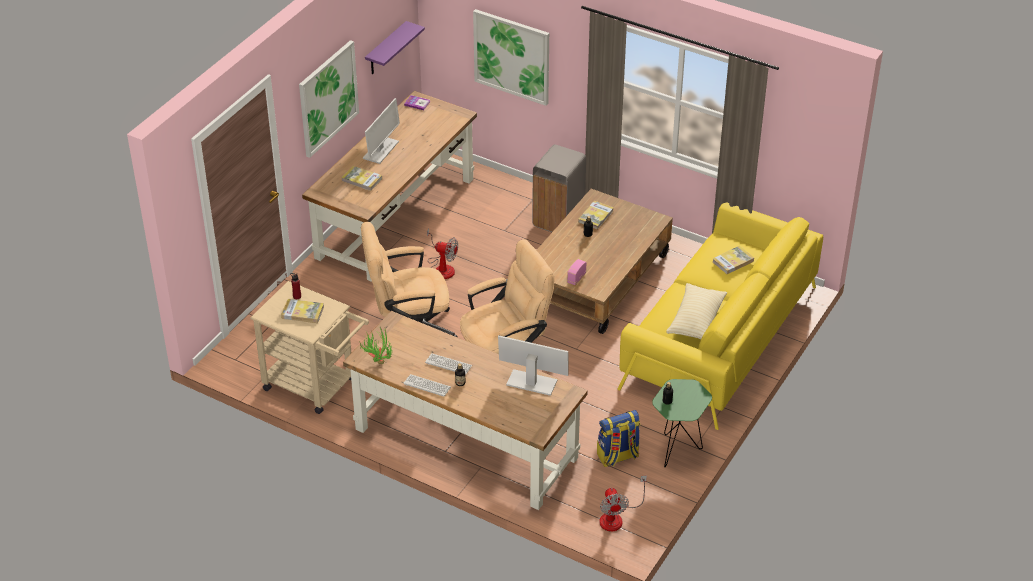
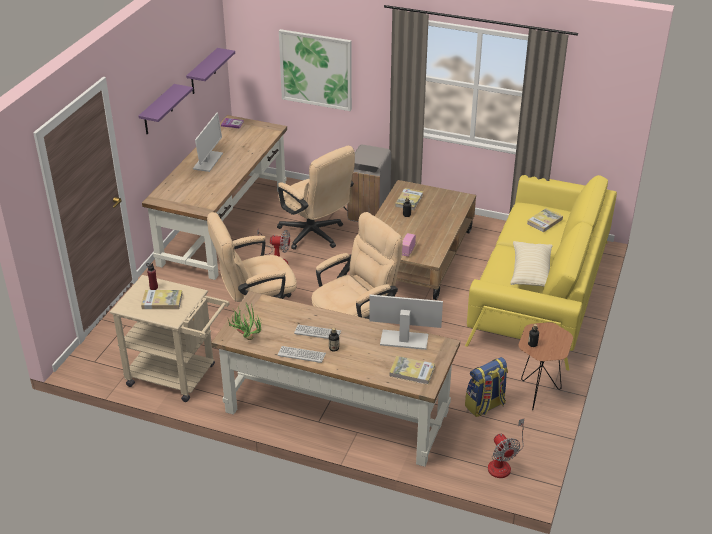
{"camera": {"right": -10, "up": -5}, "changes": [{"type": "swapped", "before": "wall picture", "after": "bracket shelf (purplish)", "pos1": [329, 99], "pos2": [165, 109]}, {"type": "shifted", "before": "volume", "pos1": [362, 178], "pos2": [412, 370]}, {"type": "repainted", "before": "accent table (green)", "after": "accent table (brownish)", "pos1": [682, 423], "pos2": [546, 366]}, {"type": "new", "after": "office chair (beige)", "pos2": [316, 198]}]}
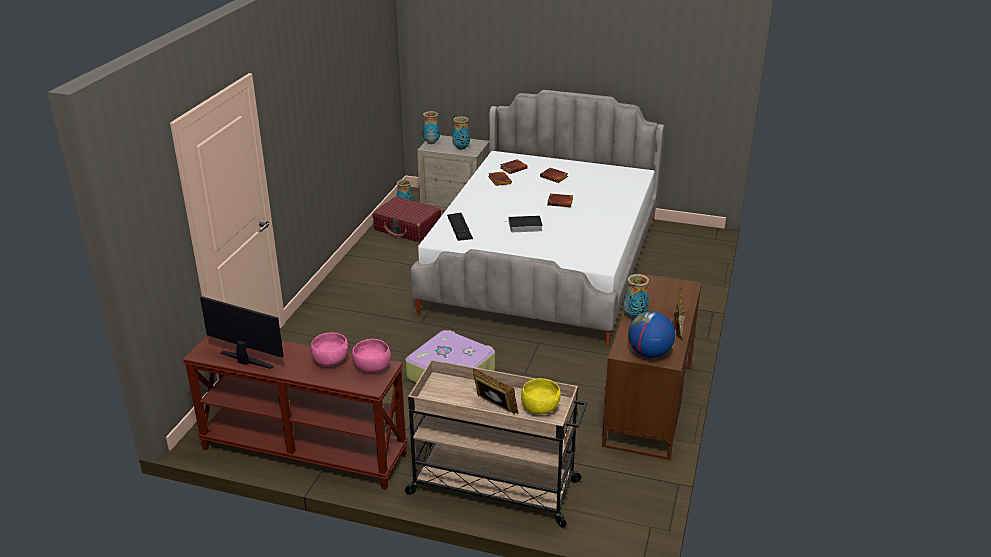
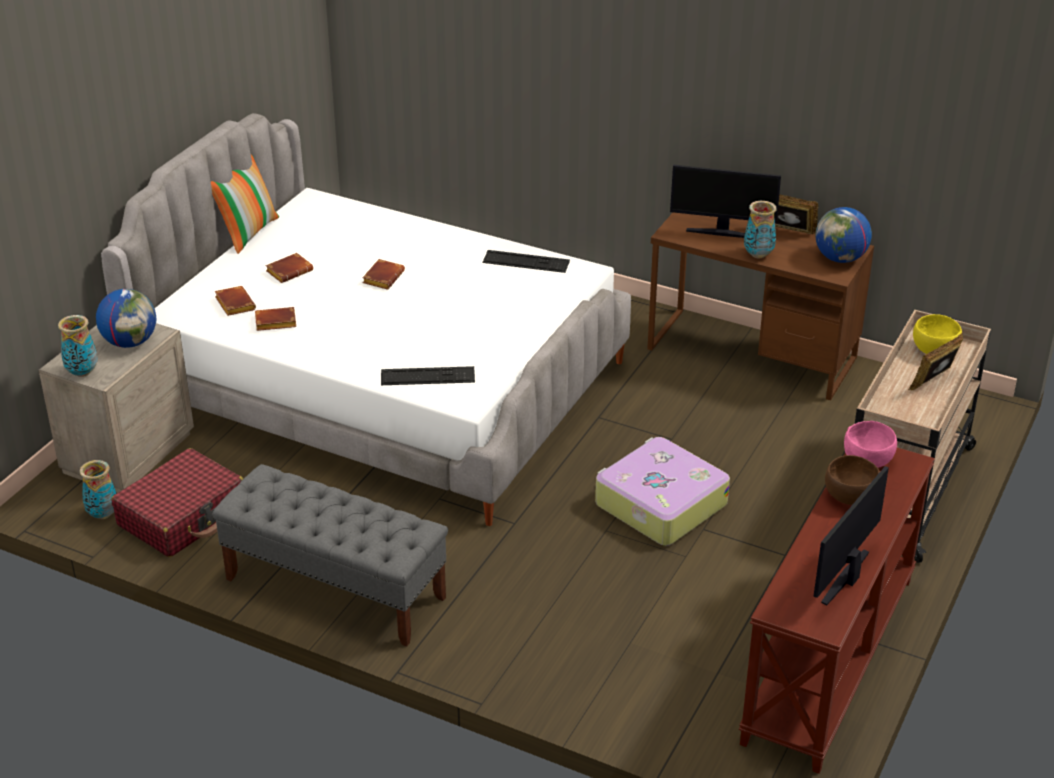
{"camera": {"right": -80, "up": 5}, "changes": [{"type": "repainted", "before": "bowl (pink)", "after": "bowl (brownish)", "pos1": [329, 349], "pos2": [852, 480]}, {"type": "swapped", "before": "vase", "after": "world globe", "pos1": [461, 133], "pos2": [126, 318]}, {"type": "gone", "before": "volume", "pos1": [524, 223]}, {"type": "new", "after": "throw pillow", "pos2": [245, 204]}, {"type": "new", "after": "indoor bench (grey)", "pos2": [330, 555]}, {"type": "new", "after": "PC keyboard", "pos2": [526, 261]}, {"type": "new", "after": "computer screen", "pos2": [725, 201]}]}
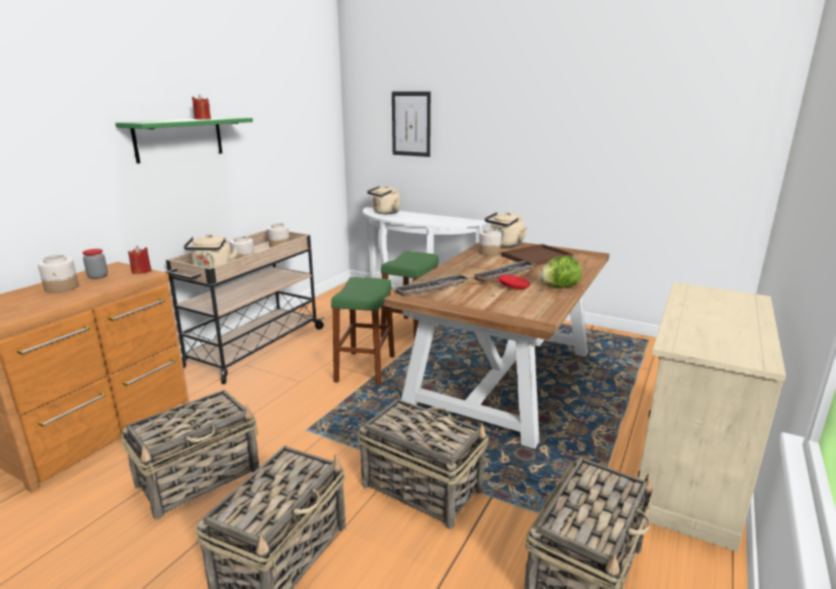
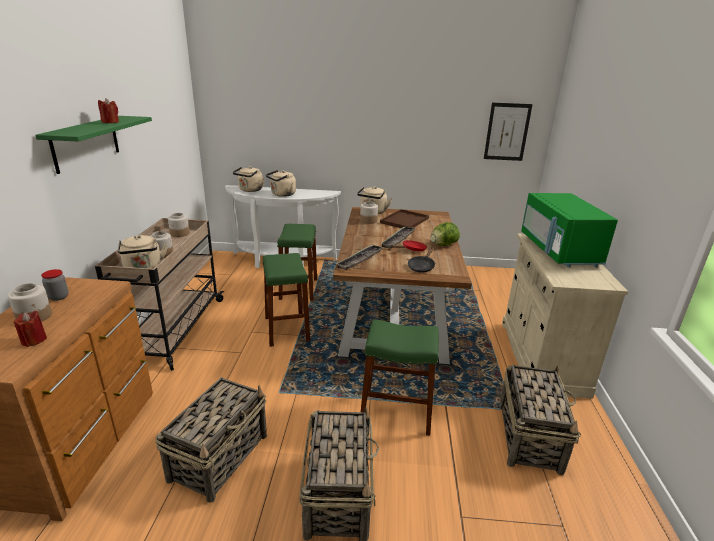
{"camera": {"right": -25, "up": 5}, "changes": [{"type": "shifted", "before": "candle (reddish)", "pos1": [139, 260], "pos2": [30, 329]}, {"type": "swapped", "before": "basket", "after": "sitting stool (green)", "pos1": [423, 460], "pos2": [400, 377]}, {"type": "shifted", "before": "wall picture", "pos1": [411, 124], "pos2": [508, 132]}, {"type": "new", "after": "kettle (beige)", "pos2": [281, 183]}, {"type": "new", "after": "skillet (black)", "pos2": [421, 260]}, {"type": "new", "after": "kitchen microwave (green)", "pos2": [569, 230]}]}
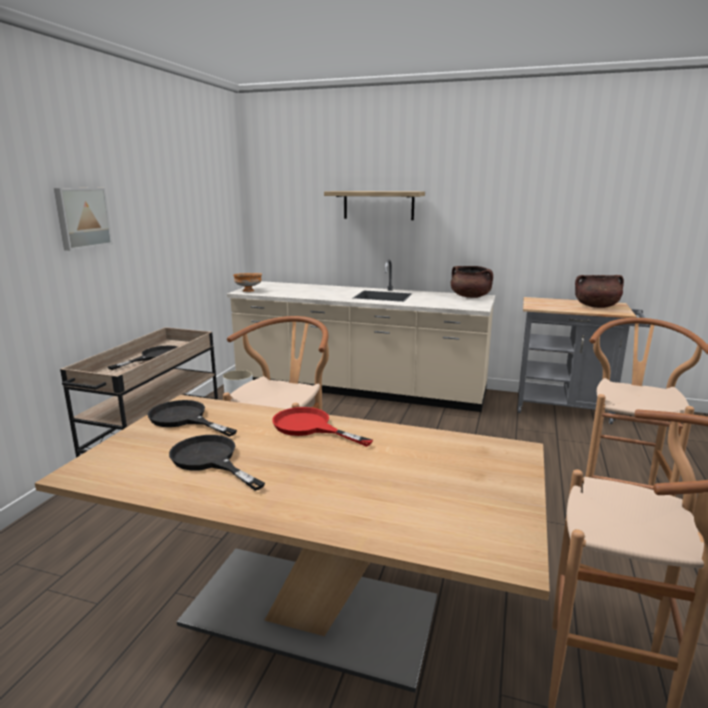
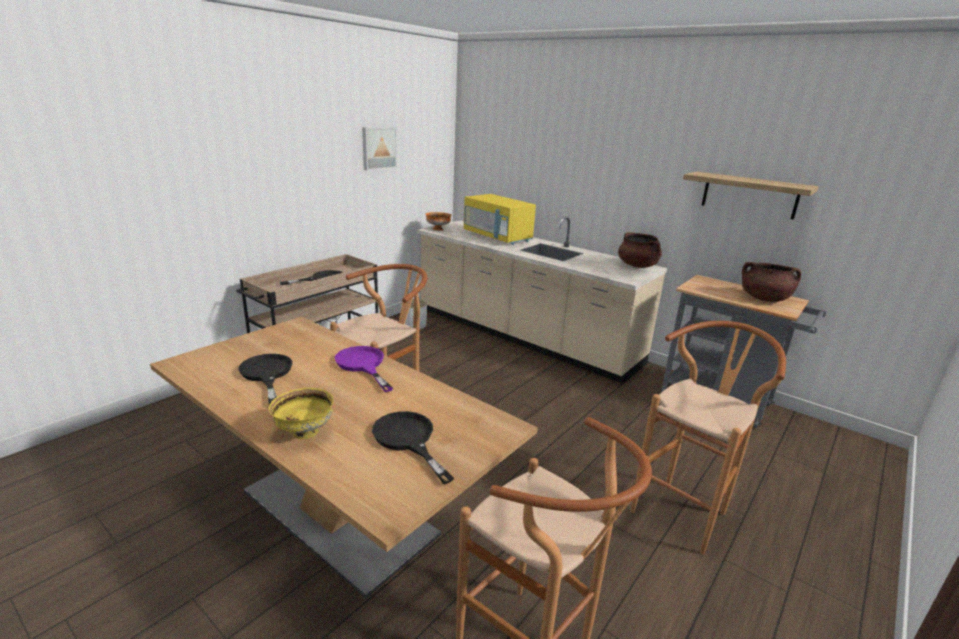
{"camera": {"right": 20, "up": 5}, "changes": [{"type": "shifted", "before": "wall picture", "pos1": [83, 219], "pos2": [379, 149]}, {"type": "shifted", "before": "skillet (black)", "pos1": [192, 418], "pos2": [413, 447]}, {"type": "repainted", "before": "skillet (reddish)", "after": "skillet (purplish)", "pos1": [322, 427], "pos2": [364, 369]}, {"type": "shifted", "before": "bracket shelf", "pos1": [374, 205], "pos2": [751, 196]}, {"type": "new", "after": "bowl (yellow)", "pos2": [301, 413]}, {"type": "new", "after": "kitchen microwave (yellow)", "pos2": [500, 219]}]}
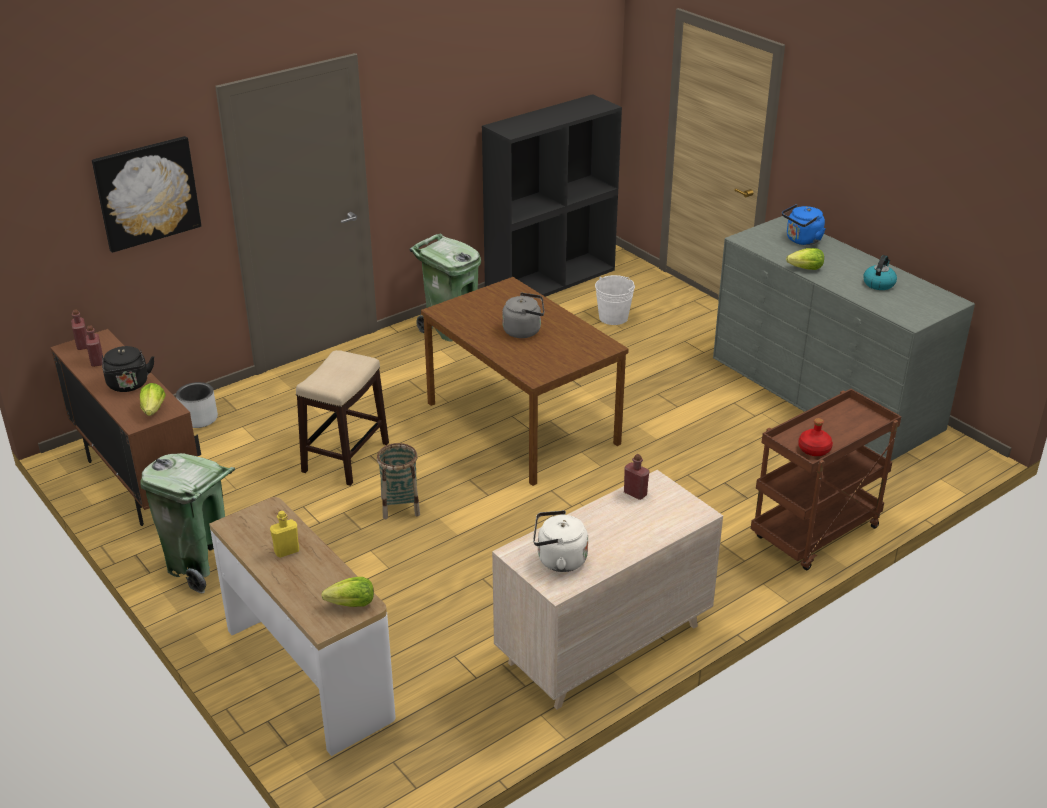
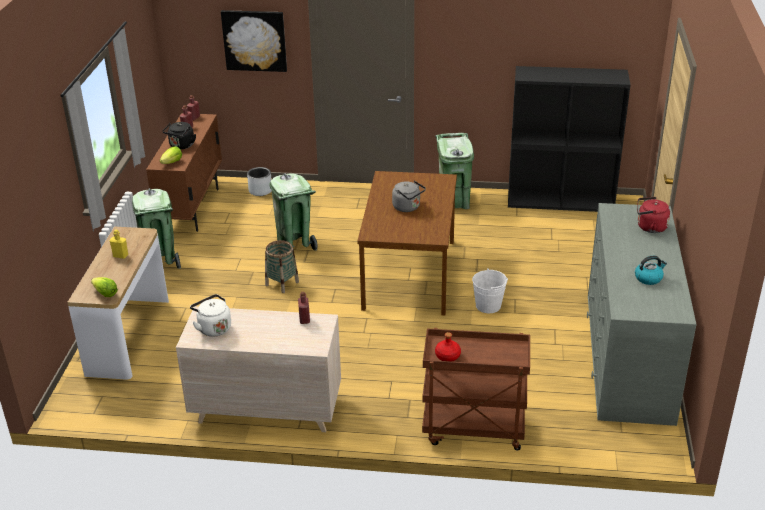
{"camera": {"right": 45, "up": 0}, "changes": [{"type": "swapped", "before": "sitting stool", "after": "rubbish bin (green)", "pos1": [342, 418], "pos2": [293, 212]}, {"type": "shifted", "before": "pail (white)", "pos1": [615, 300], "pos2": [490, 290]}, {"type": "repainted", "before": "kettle (blue-coloured)", "after": "kettle (reddish)", "pos1": [803, 224], "pos2": [653, 215]}, {"type": "gone", "before": "head of lettuce", "pos1": [805, 259]}]}
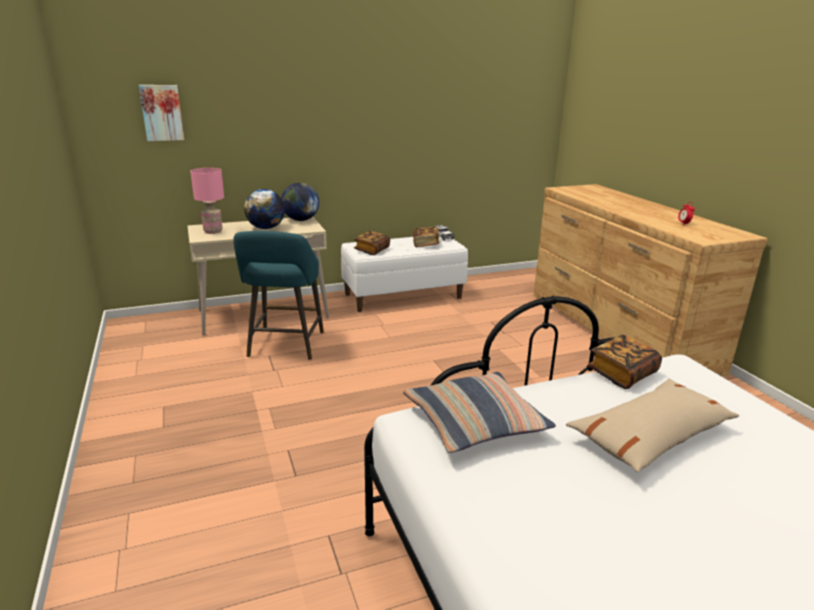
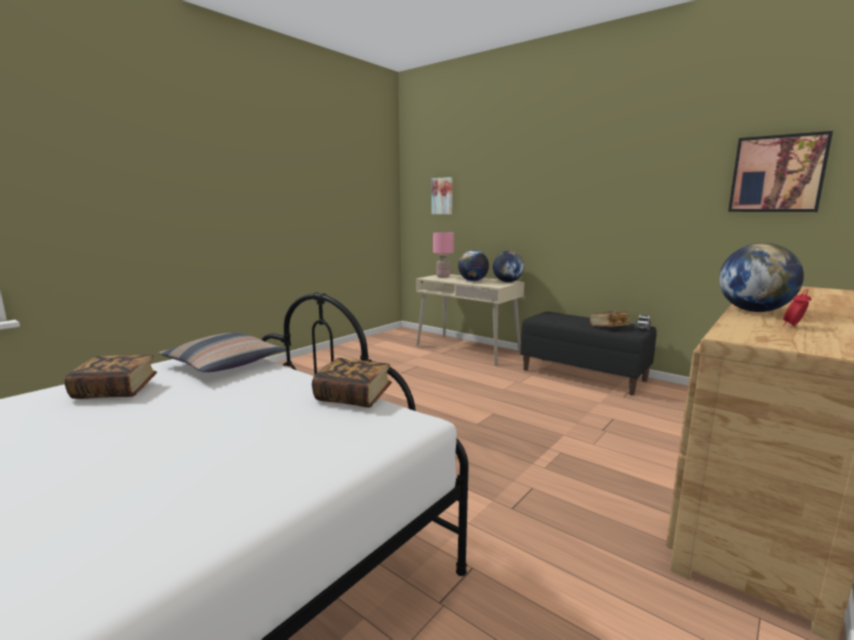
{"camera": {"right": 60, "up": -10}, "changes": [{"type": "gone", "before": "sitting stool (turquoise-coloured)", "pos1": [278, 295]}, {"type": "repainted", "before": "indoor bench (white)", "after": "indoor bench (black)", "pos1": [404, 274], "pos2": [588, 353]}, {"type": "shifted", "before": "volume", "pos1": [372, 243], "pos2": [110, 377]}, {"type": "gone", "before": "throw pillow (beige)", "pos1": [652, 425]}, {"type": "new", "after": "world globe", "pos2": [761, 277]}, {"type": "new", "after": "wall picture", "pos2": [780, 171]}]}
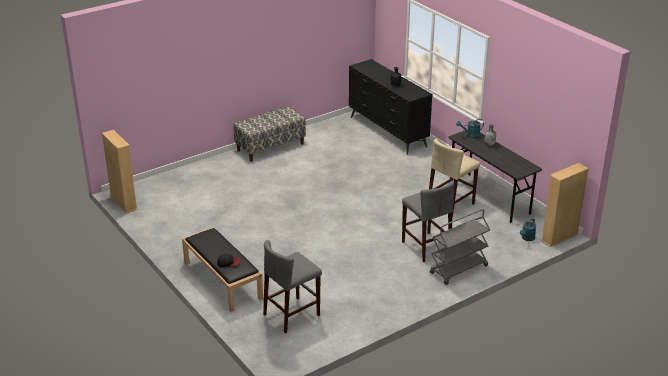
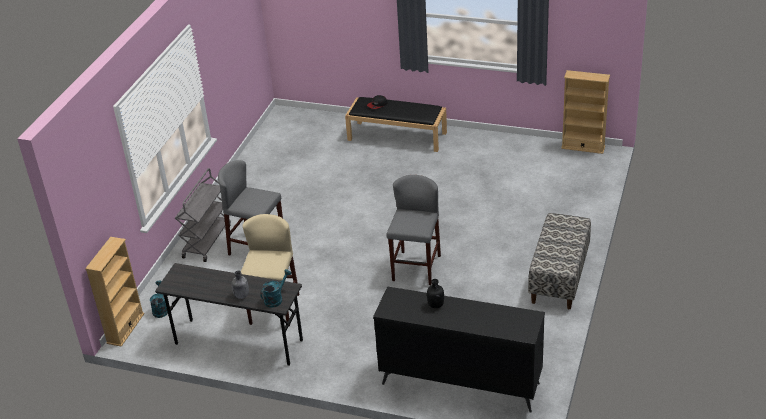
{"camera": {"right": 145, "up": 5}, "changes": [{"type": "shifted", "before": "sitting stool (grey)", "pos1": [292, 286], "pos2": [413, 230]}]}
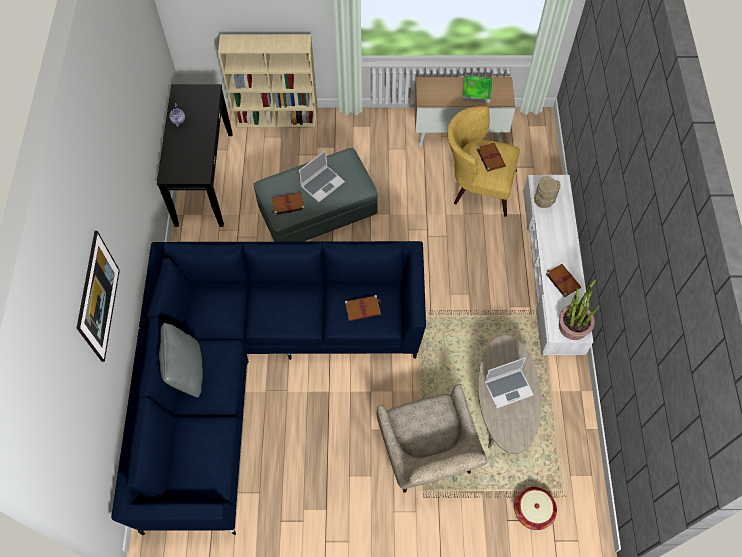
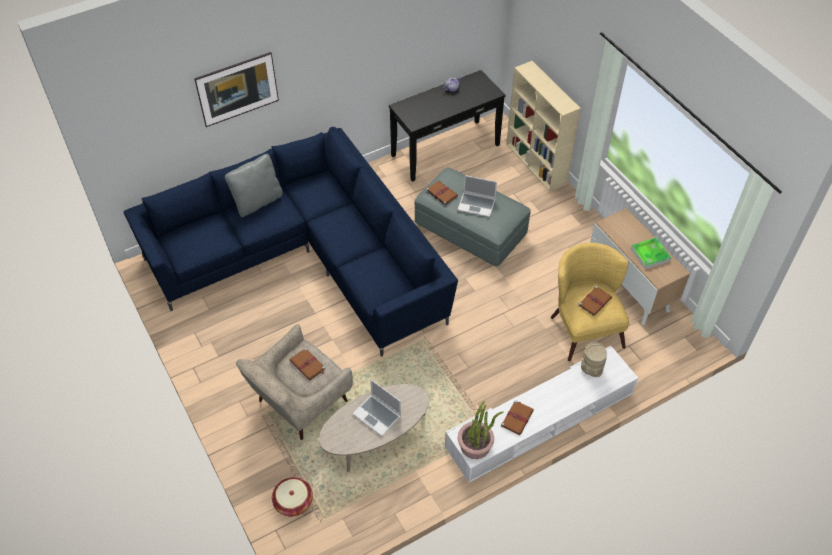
{"camera": {"right": 60, "up": -10}, "changes": [{"type": "shifted", "before": "volume (brownish)", "pos1": [363, 308], "pos2": [308, 364]}]}
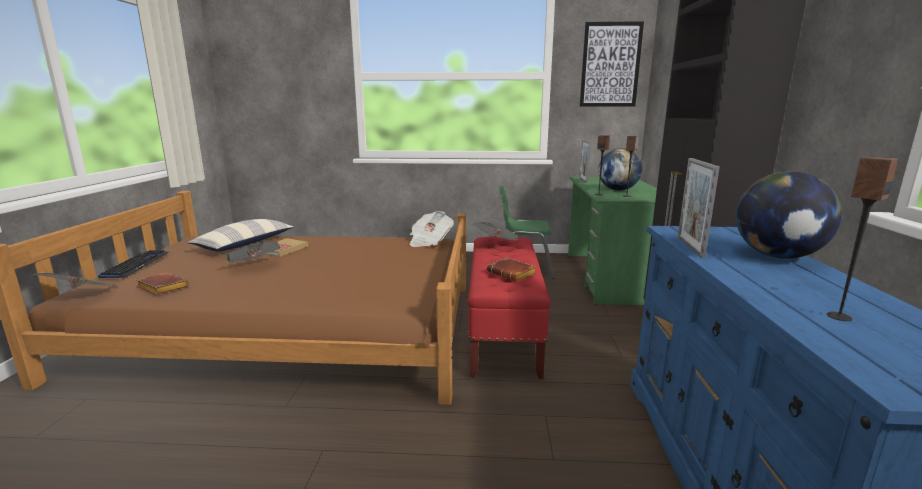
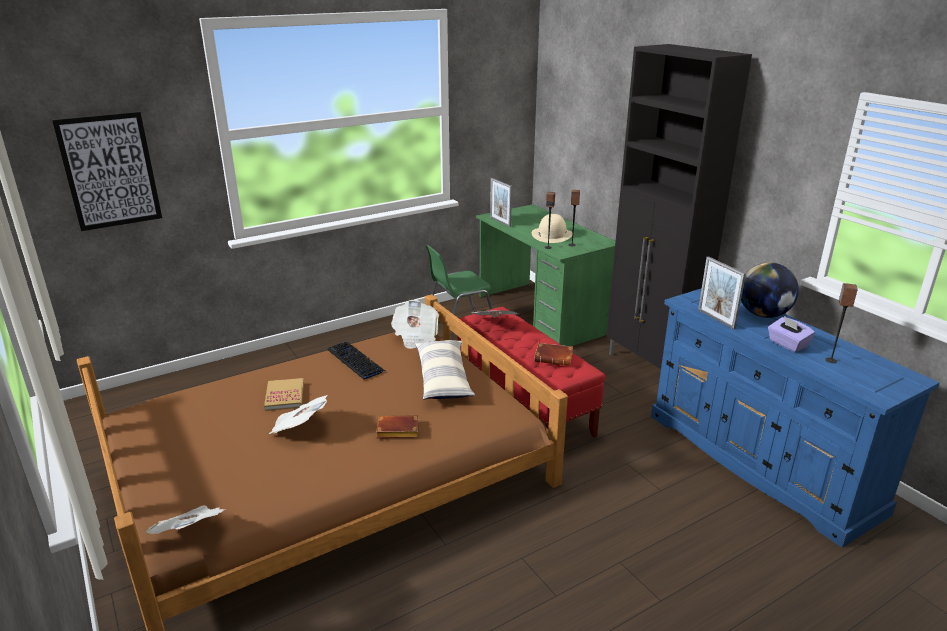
{"camera": {"right": -35, "up": 10}, "changes": [{"type": "shifted", "before": "PC keyboard", "pos1": [133, 264], "pos2": [356, 361]}, {"type": "shifted", "before": "volume (brownish)", "pos1": [162, 284], "pos2": [397, 426]}, {"type": "shifted", "before": "throw pillow", "pos1": [240, 235], "pos2": [445, 369]}, {"type": "shifted", "before": "wall picture", "pos1": [612, 64], "pos2": [107, 171]}, {"type": "swapped", "before": "world globe", "after": "wearable hat (beige)", "pos1": [620, 169], "pos2": [552, 228]}, {"type": "new", "after": "tissue holder (purplish)", "pos2": [791, 334]}]}
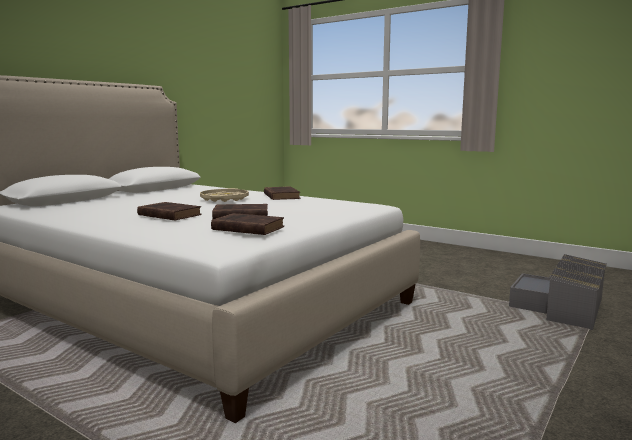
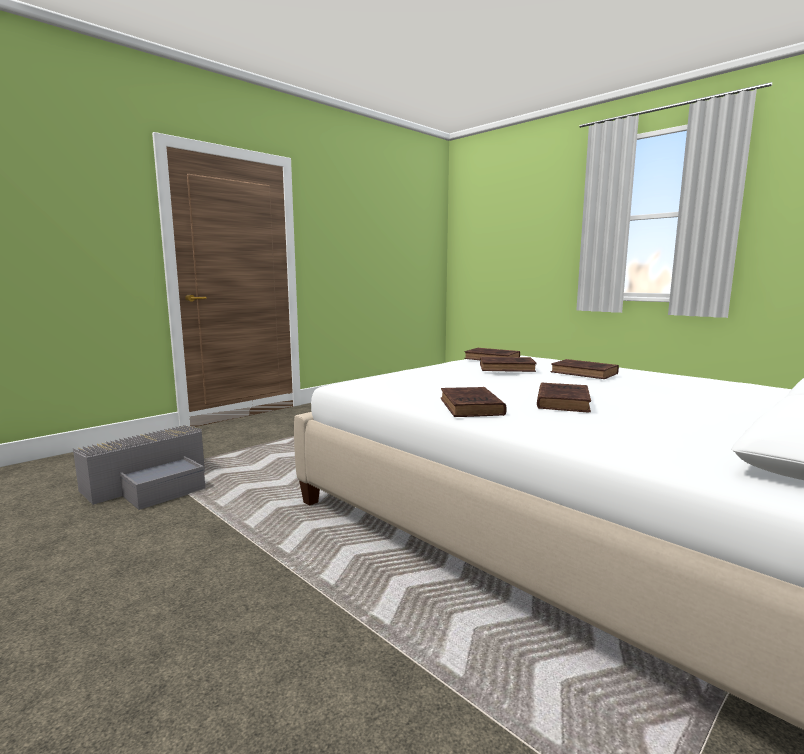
{"camera": {"right": -170, "up": 0}, "changes": [{"type": "swapped", "before": "tray (beige)", "after": "volume (brownish)", "pos1": [224, 195], "pos2": [564, 397]}]}
